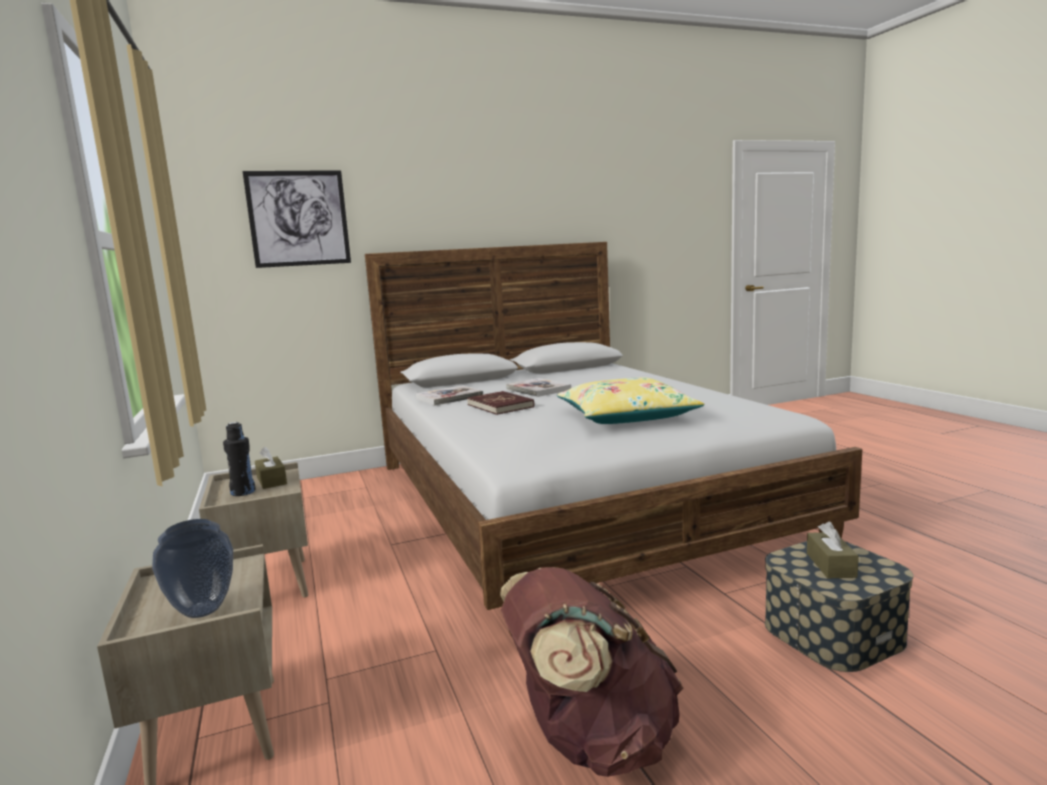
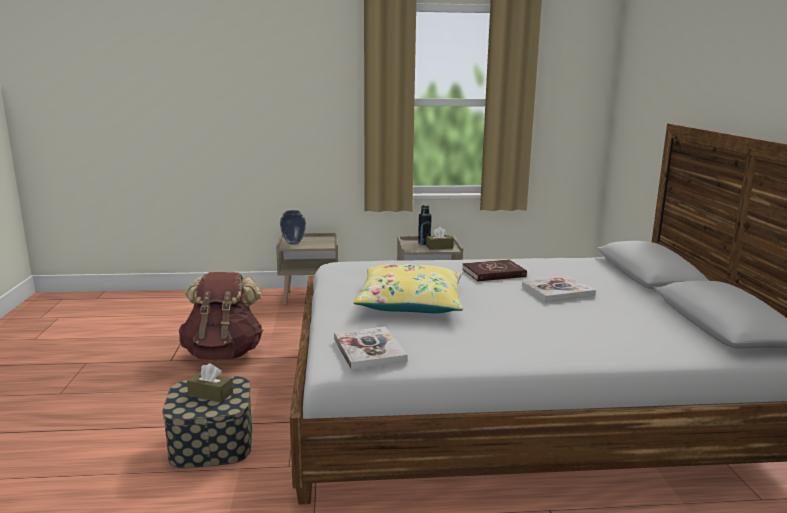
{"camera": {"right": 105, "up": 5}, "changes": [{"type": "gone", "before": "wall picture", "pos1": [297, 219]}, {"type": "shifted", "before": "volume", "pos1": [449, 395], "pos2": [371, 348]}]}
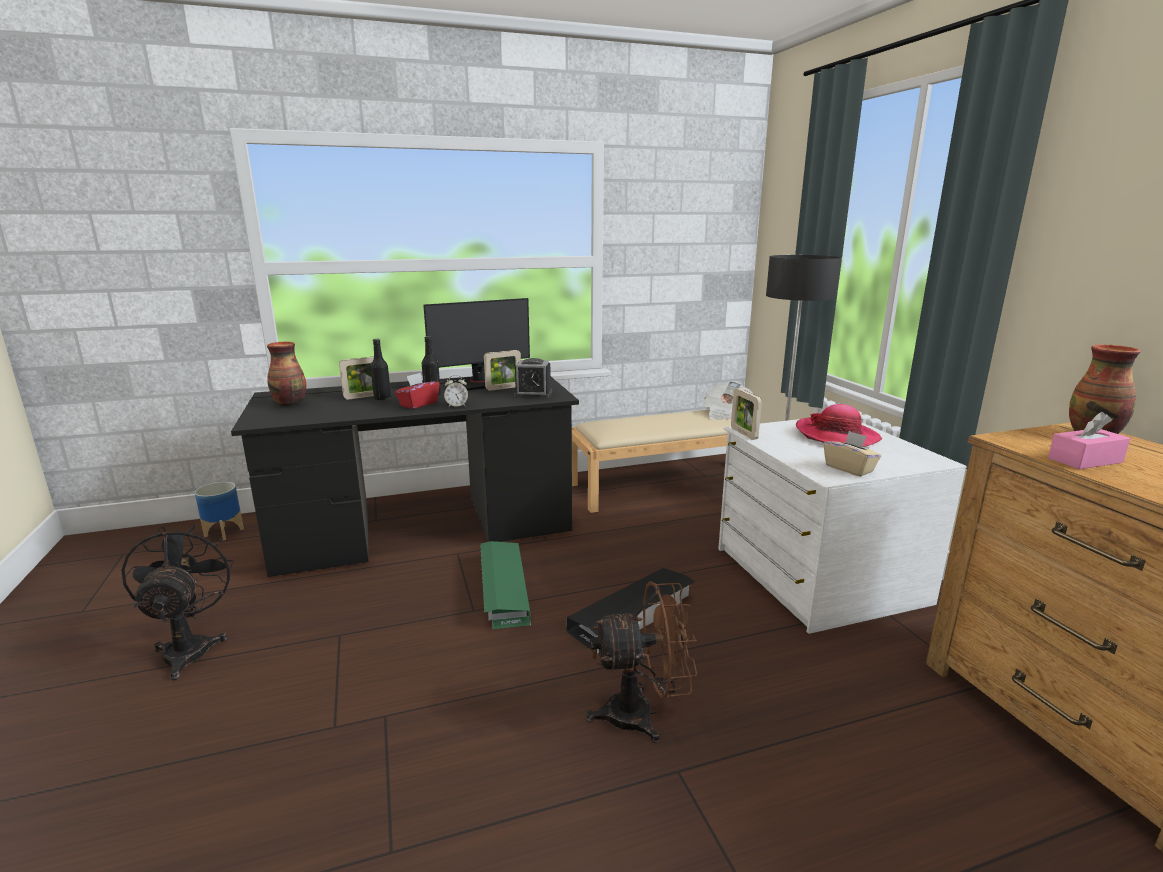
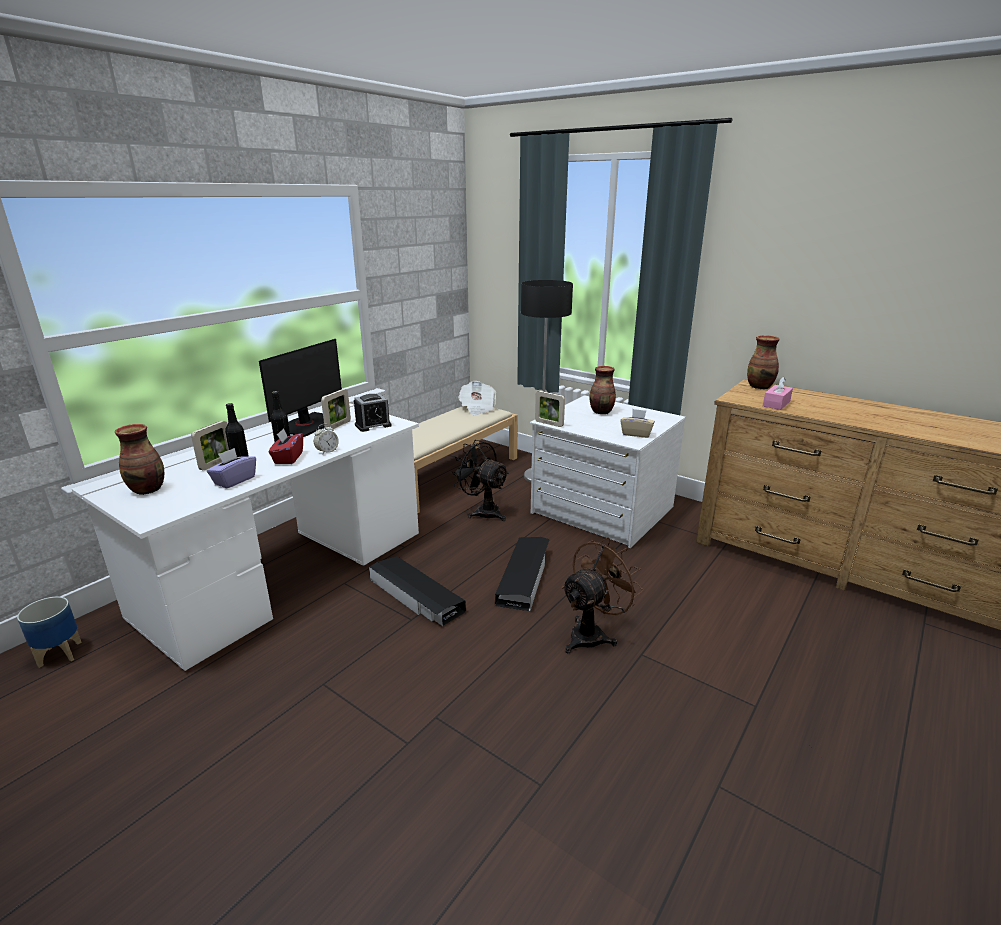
{"camera": {"right": -35, "up": 5}, "changes": [{"type": "shifted", "before": "fan (black)", "pos1": [177, 602], "pos2": [480, 480]}, {"type": "repainted", "before": "desk (black)", "after": "desk (white)", "pos1": [405, 477], "pos2": [245, 537]}, {"type": "repainted", "before": "storage box (green)", "after": "storage box (black)", "pos1": [505, 585], "pos2": [417, 591]}, {"type": "swapped", "before": "wearable hat", "after": "vase", "pos1": [839, 425], "pos2": [602, 390]}, {"type": "new", "after": "tissue holder (purplish)", "pos2": [231, 468]}]}
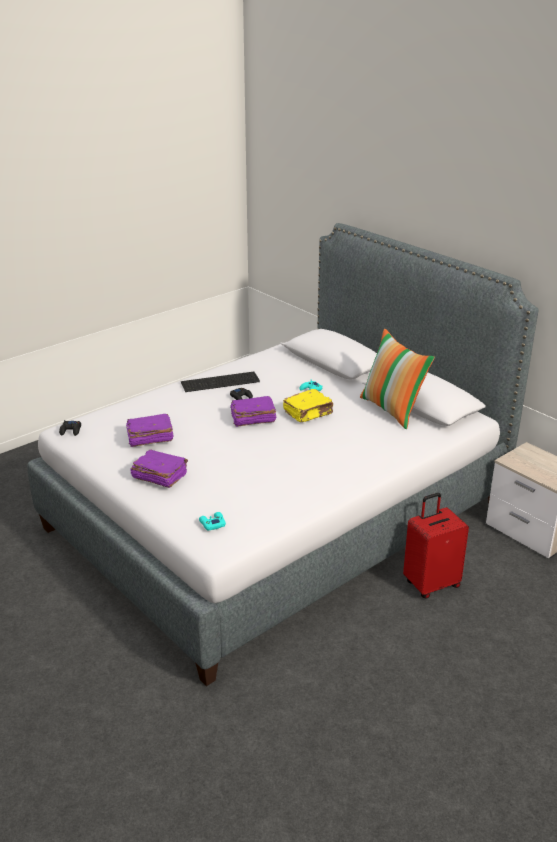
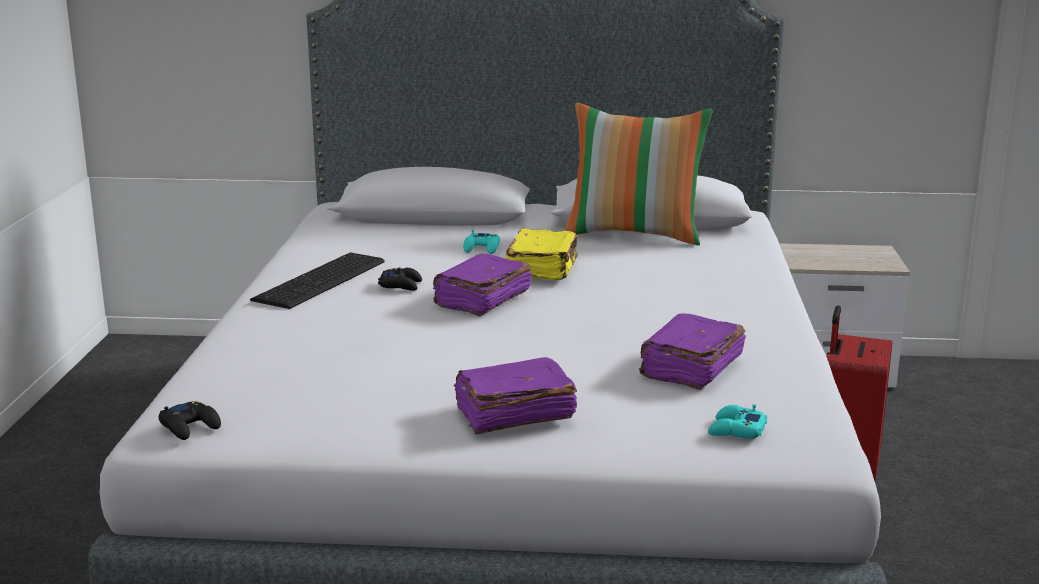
{"camera": {"right": -45, "up": -10}, "changes": [{"type": "shifted", "before": "volume (purplish)", "pos1": [149, 430], "pos2": [692, 352]}]}
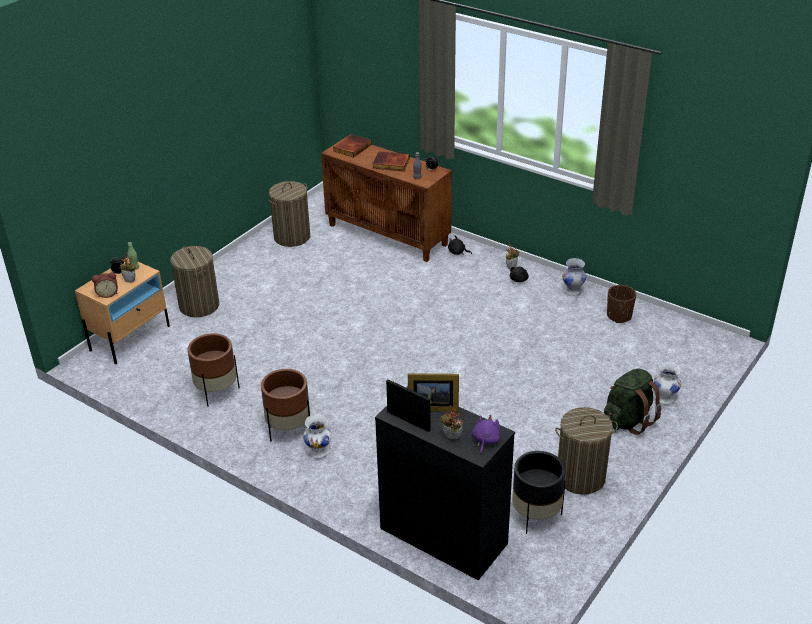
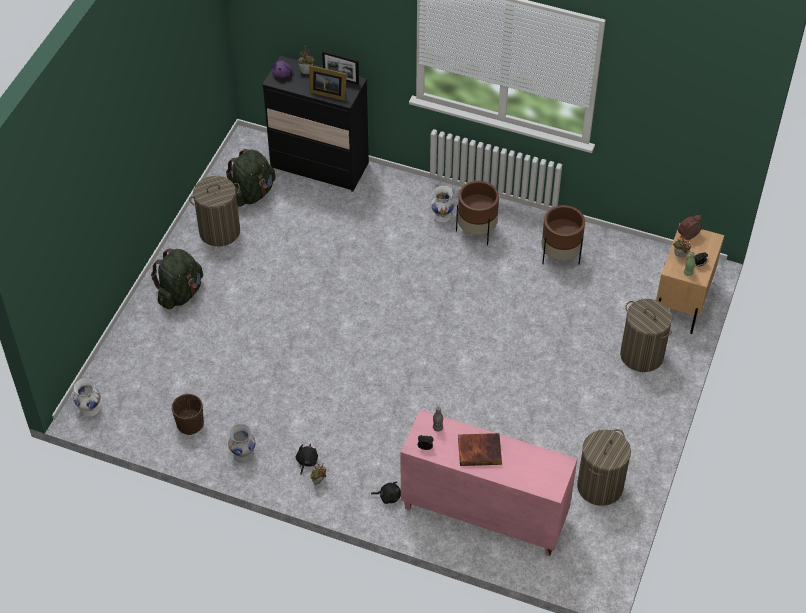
{"camera": {"right": 165, "up": 15}, "changes": [{"type": "repainted", "before": "cabinet (brownish)", "after": "cabinet (pink)", "pos1": [386, 199], "pos2": [489, 482]}, {"type": "gone", "before": "volume", "pos1": [352, 146]}, {"type": "rotated", "before": "picture frame", "pos1": [433, 392], "pos2": [328, 83], "turn": -150}, {"type": "swapped", "before": "planter (black)", "after": "knapsack (green)", "pos1": [539, 492], "pos2": [251, 178]}, {"type": "shifted", "before": "vase (white)", "pos1": [667, 383], "pos2": [87, 397]}]}
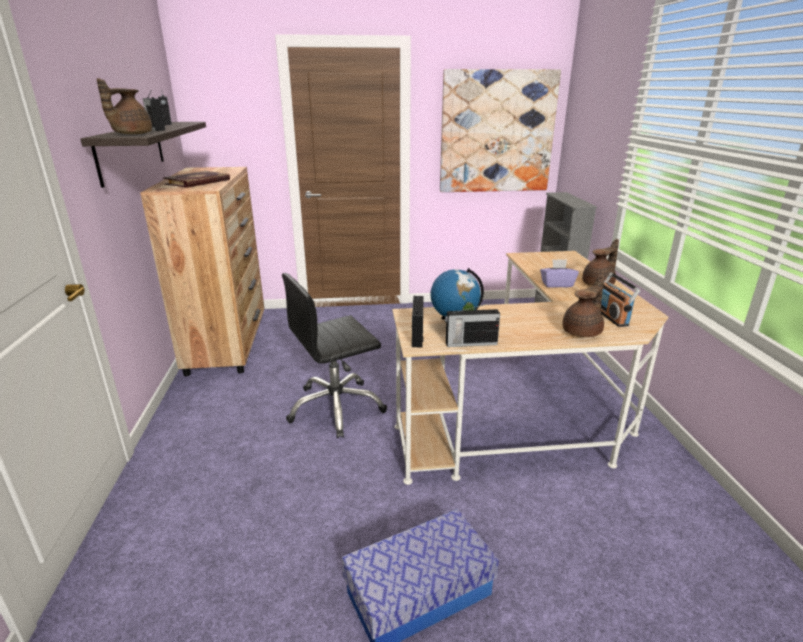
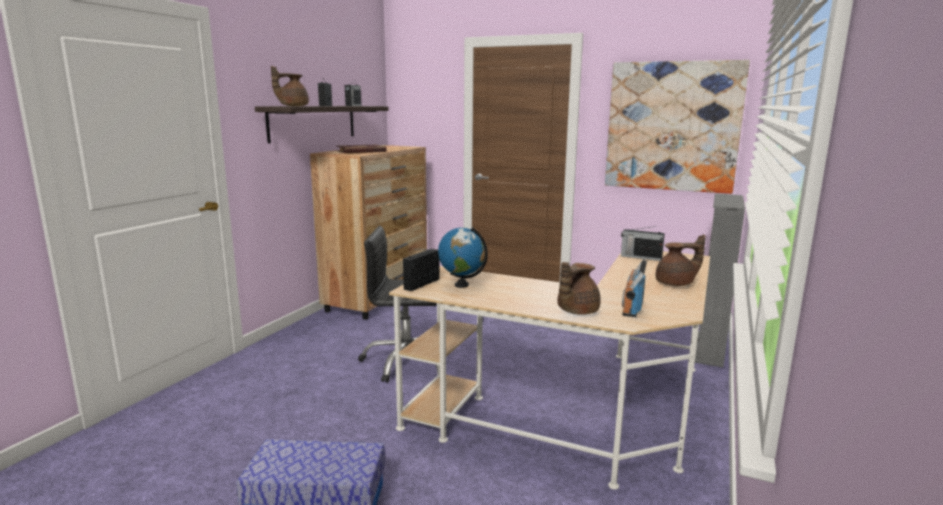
{"camera": {"right": 30, "up": -10}, "changes": [{"type": "shifted", "before": "radio set", "pos1": [472, 324], "pos2": [643, 243]}, {"type": "gone", "before": "tissue holder (purplish)", "pos1": [559, 273]}, {"type": "rotated", "before": "tea pot (brownish)", "pos1": [583, 306], "pos2": [579, 288], "turn": 150}]}
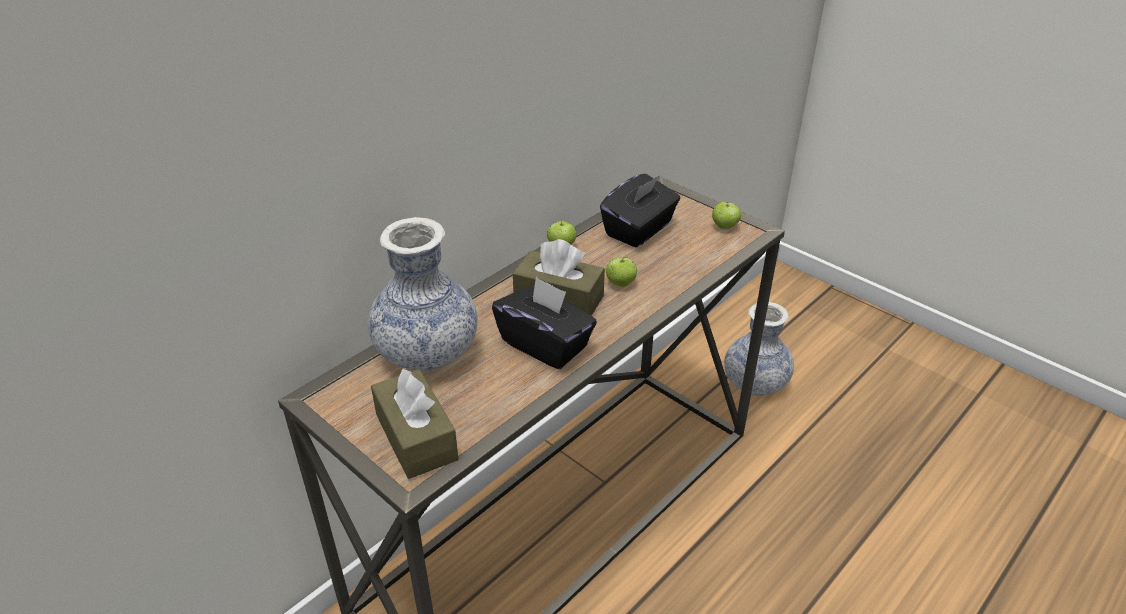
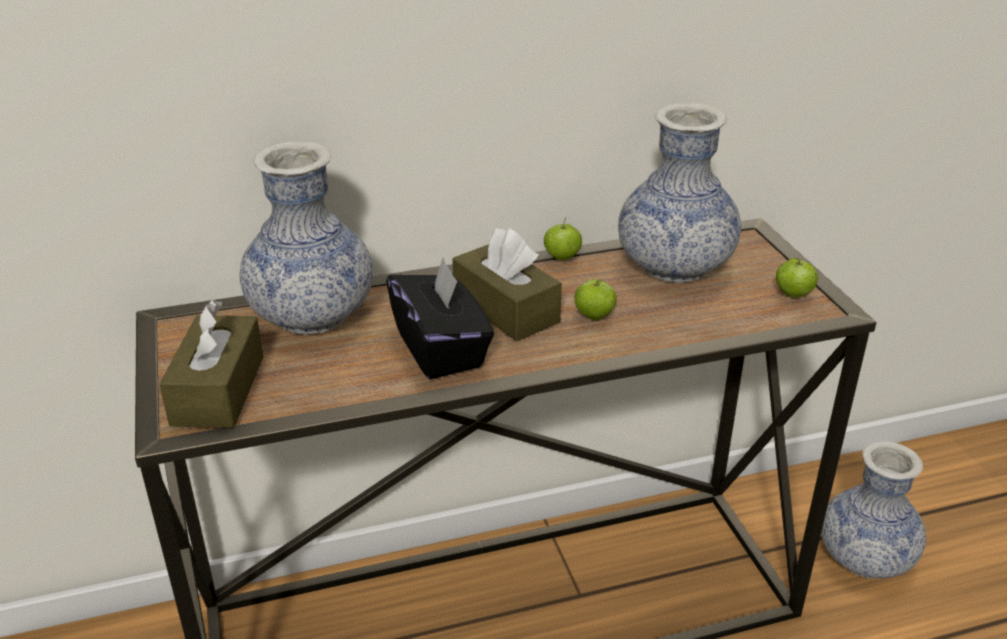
{"camera": {"right": 30, "up": -5}, "changes": [{"type": "swapped", "before": "tissue holder (black)", "after": "vase", "pos1": [640, 211], "pos2": [679, 193]}]}
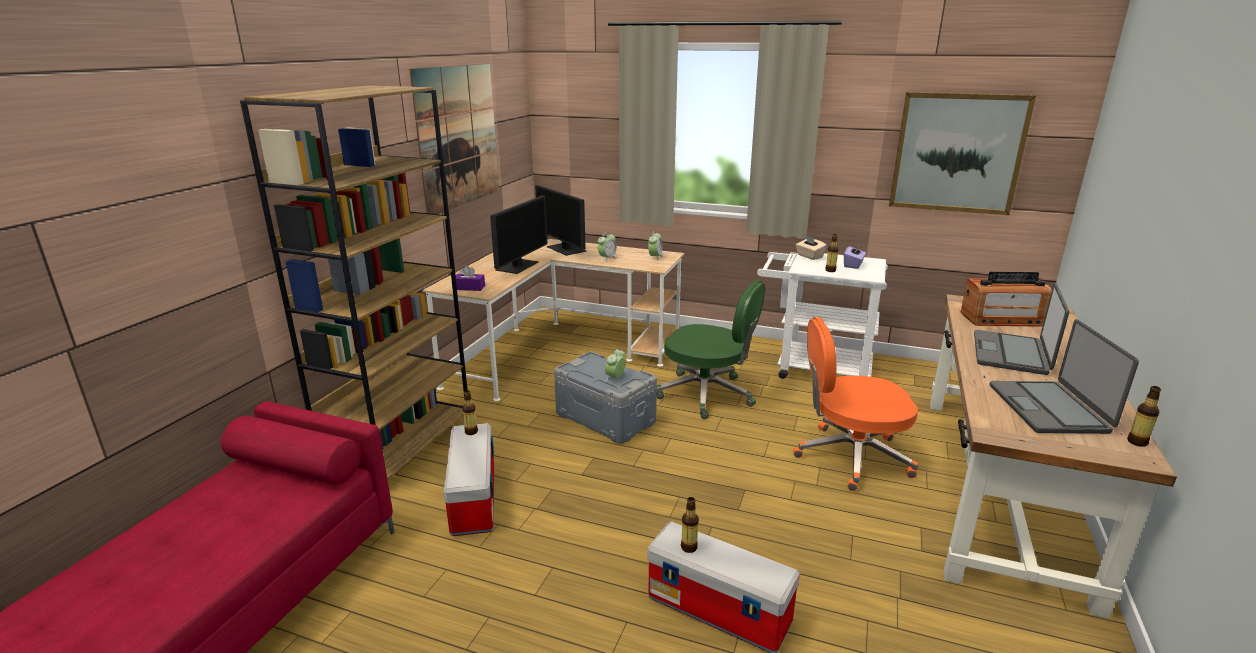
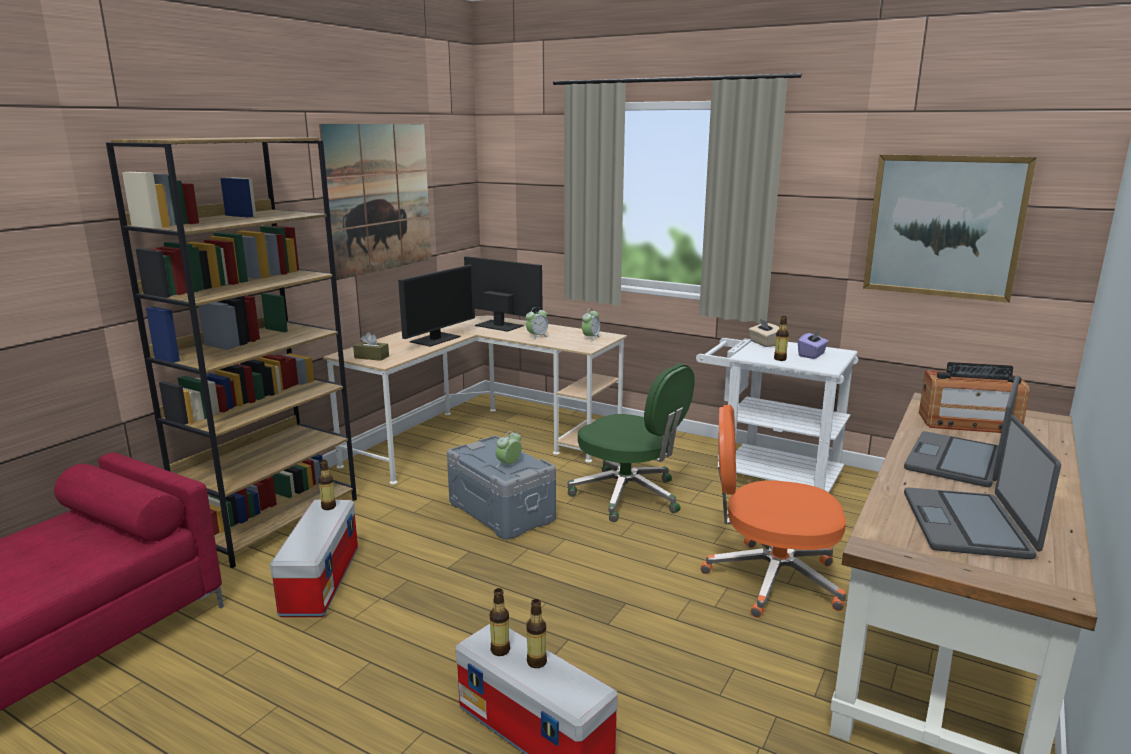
{"camera": {"right": 10, "up": -5}, "changes": [{"type": "repainted", "before": "tissue holder (purplish)", "after": "tissue holder (brownish)", "pos1": [470, 278], "pos2": [371, 346]}, {"type": "rotated", "before": "computer screen", "pos1": [560, 220], "pos2": [503, 294], "turn": 150}, {"type": "shifted", "before": "bottle", "pos1": [1144, 416], "pos2": [536, 633]}]}
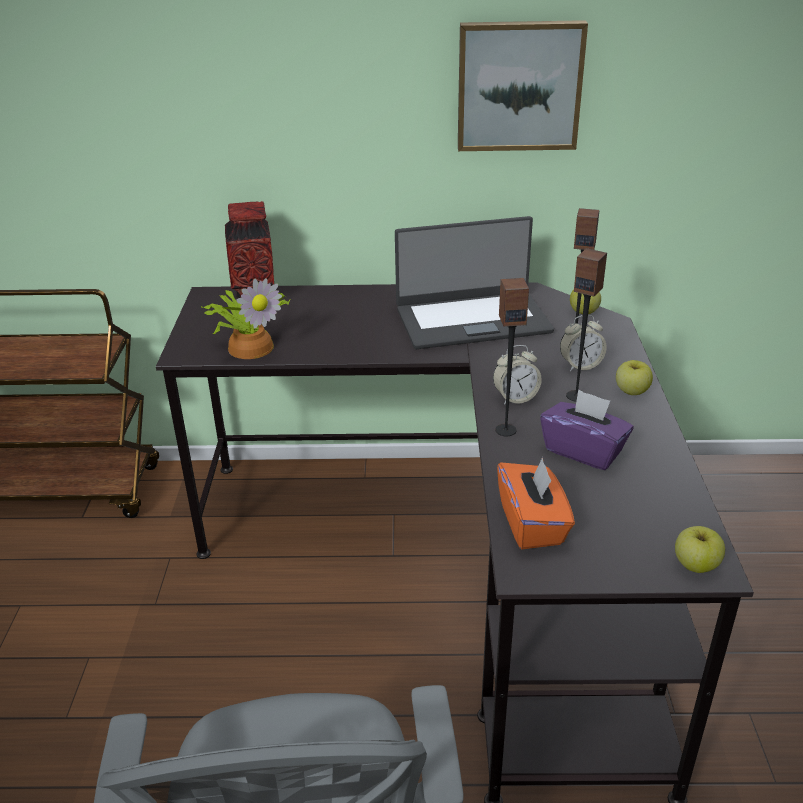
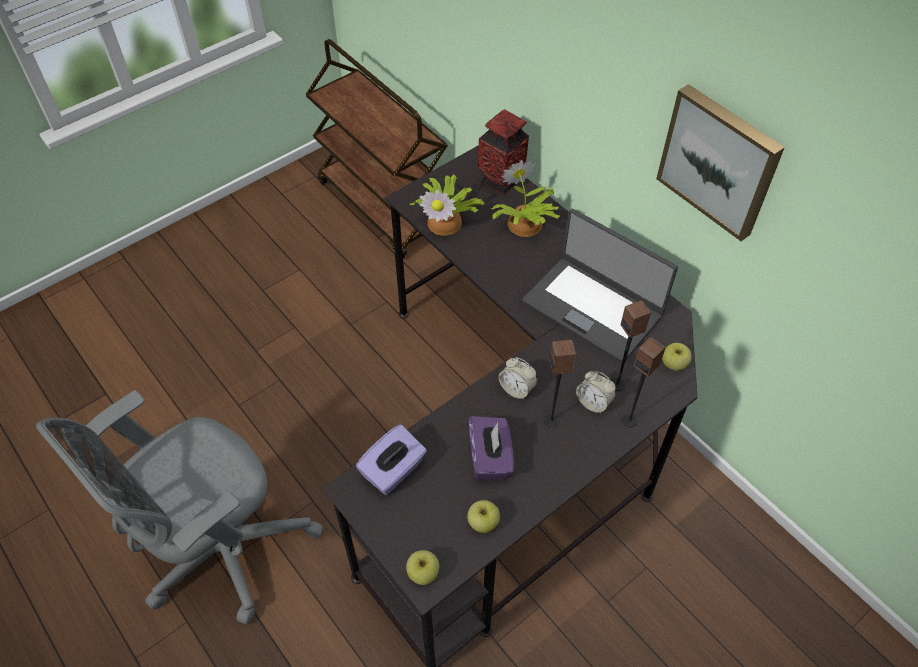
{"camera": {"right": 50, "up": 20}, "changes": [{"type": "shifted", "before": "loudspeaker", "pos1": [512, 357], "pos2": [644, 382]}, {"type": "repainted", "before": "tissue holder (orange)", "after": "tissue holder (purplish)", "pos1": [536, 503], "pos2": [391, 459]}, {"type": "shifted", "before": "whole apple", "pos1": [634, 377], "pos2": [483, 516]}, {"type": "new", "after": "plant in a pot", "pos2": [526, 198]}]}
